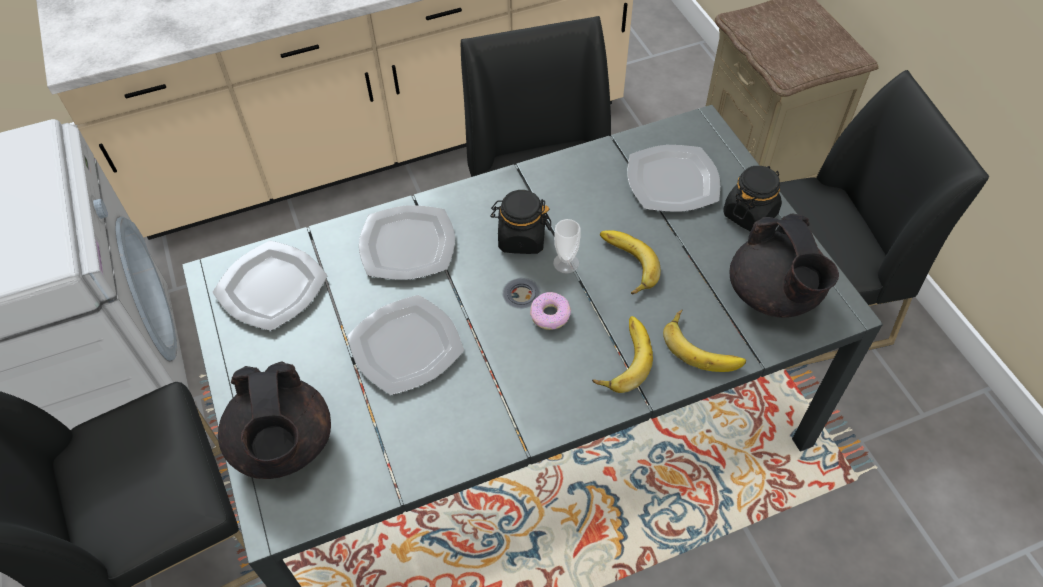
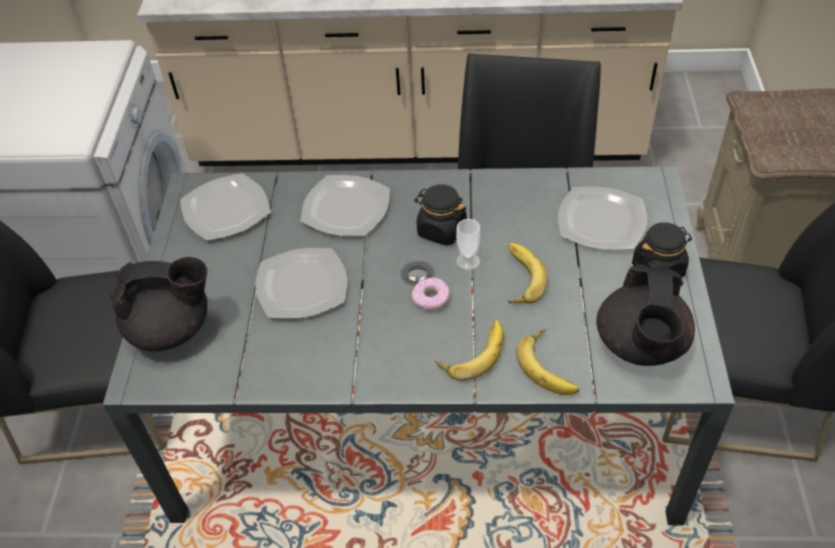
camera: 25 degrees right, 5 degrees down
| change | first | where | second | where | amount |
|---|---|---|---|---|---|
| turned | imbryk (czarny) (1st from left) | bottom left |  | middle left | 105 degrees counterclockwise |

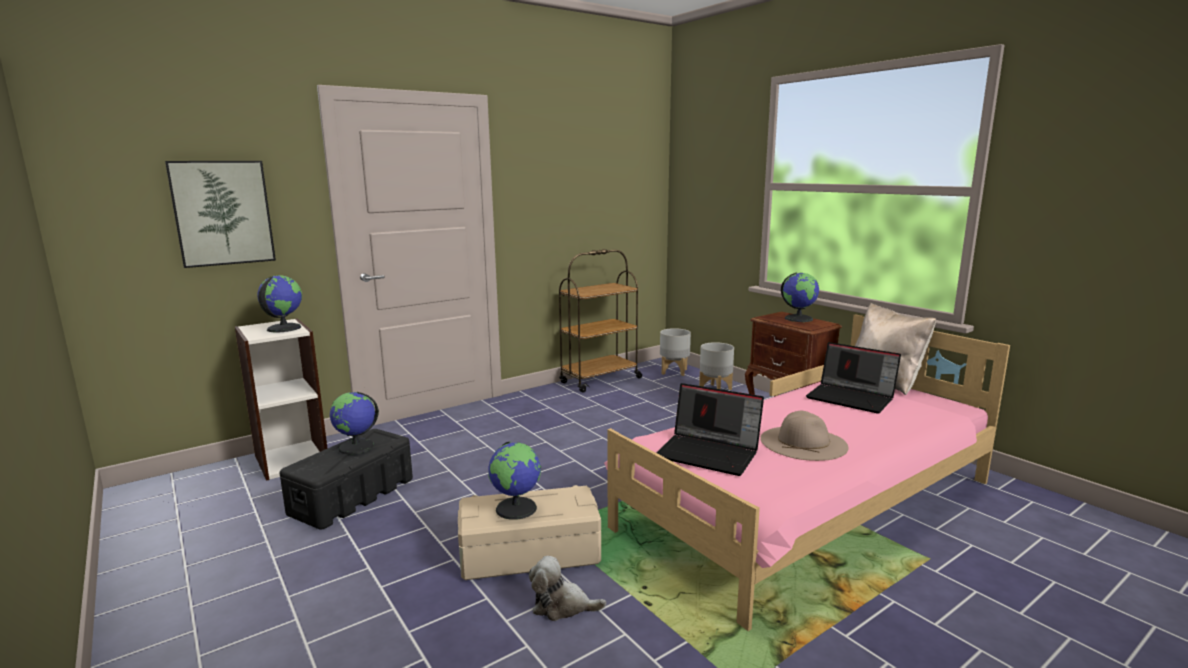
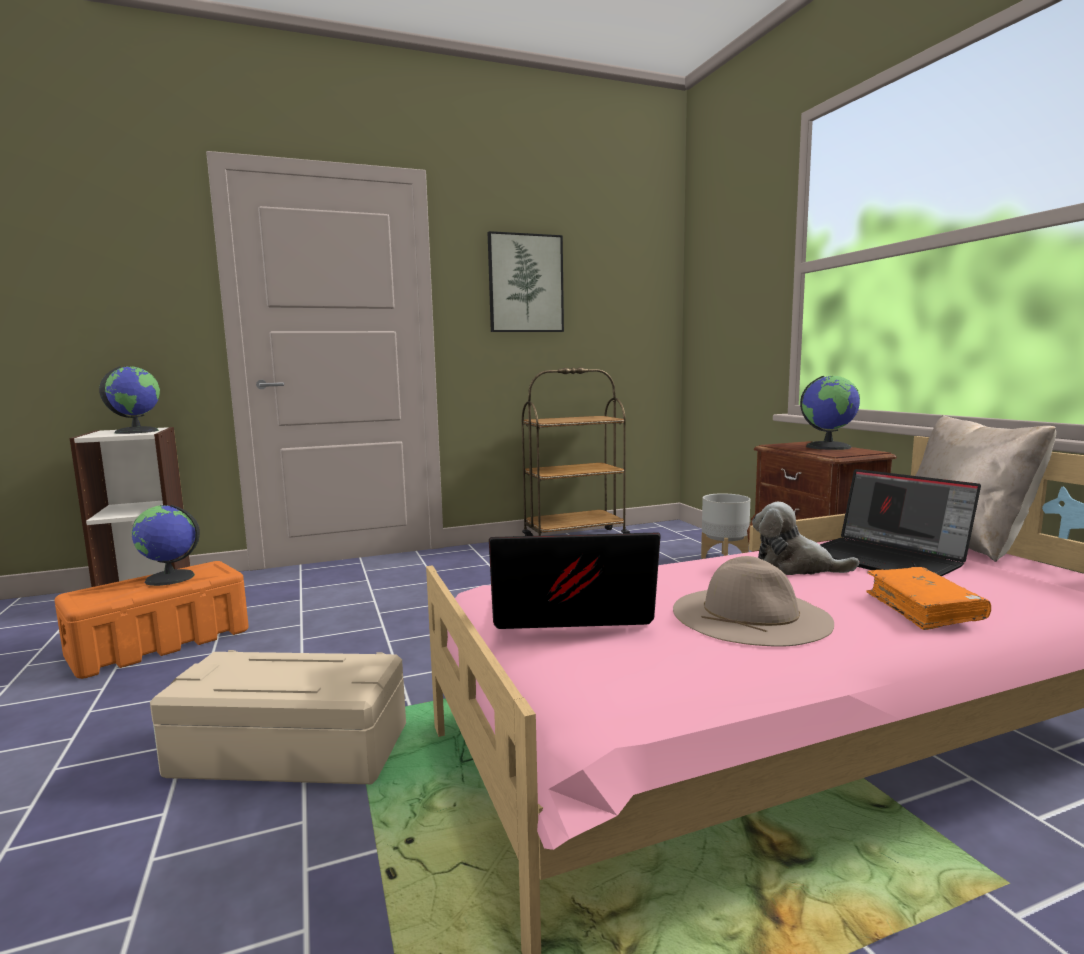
camera: 15 degrees right, 5 degrees down
| change | first | where | second | where | amount |
|---|---|---|---|---|---|
| removed | globus (3rd from left) | bottom centre |  |  |  |
| removed | donica (szary) (1st from left) | centre |  |  |  |
| added |  |  | książka (pomarańczowy) | middle right |  |
| moved | obraz | top left |  | top centre |  |
| moved | pluszak | bottom centre |  | middle right |  |
| recoloured | pojemnik do przechowywania (czarny) | bottom left | pojemnik do przechowywania (pomarańczowy) | middle left |  |
| turned | laptop (1st from left) | centre |  | centre | 135 degrees clockwise |

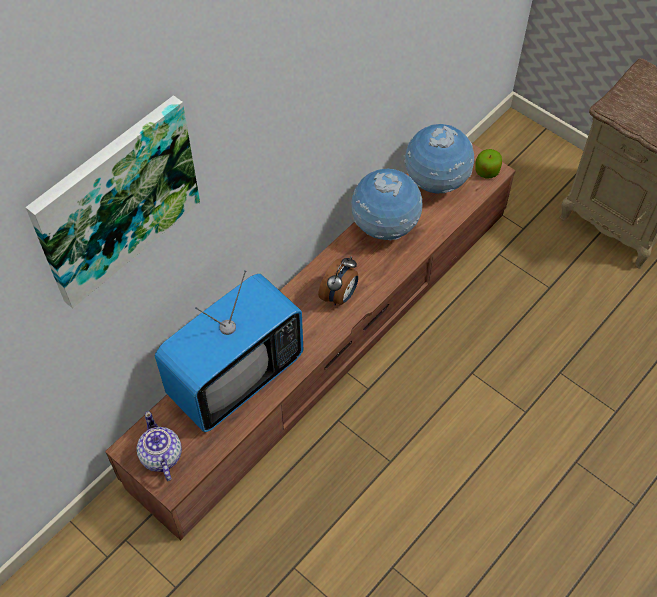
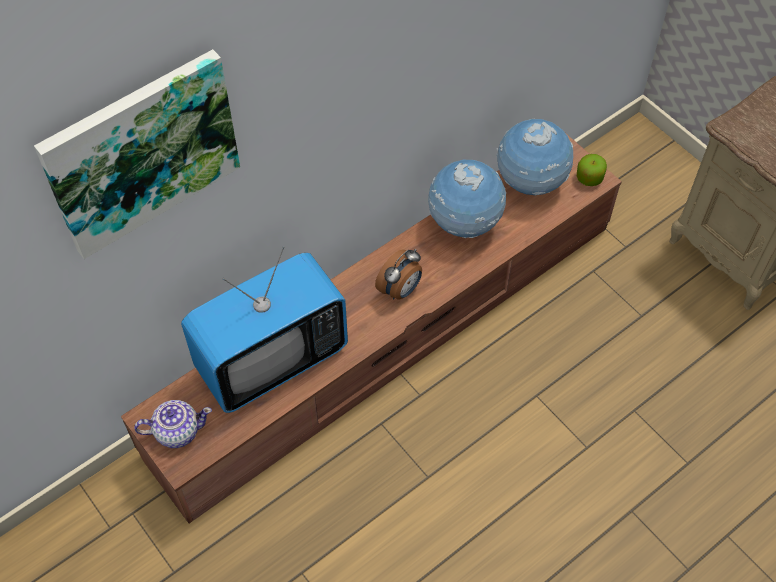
camera: 10 degrees right, 0 degrees up
| change | first | where | second | where | amount |
|---|---|---|---|---|---|
| turned | imbryk | bottom left |  | bottom left | 90 degrees clockwise |

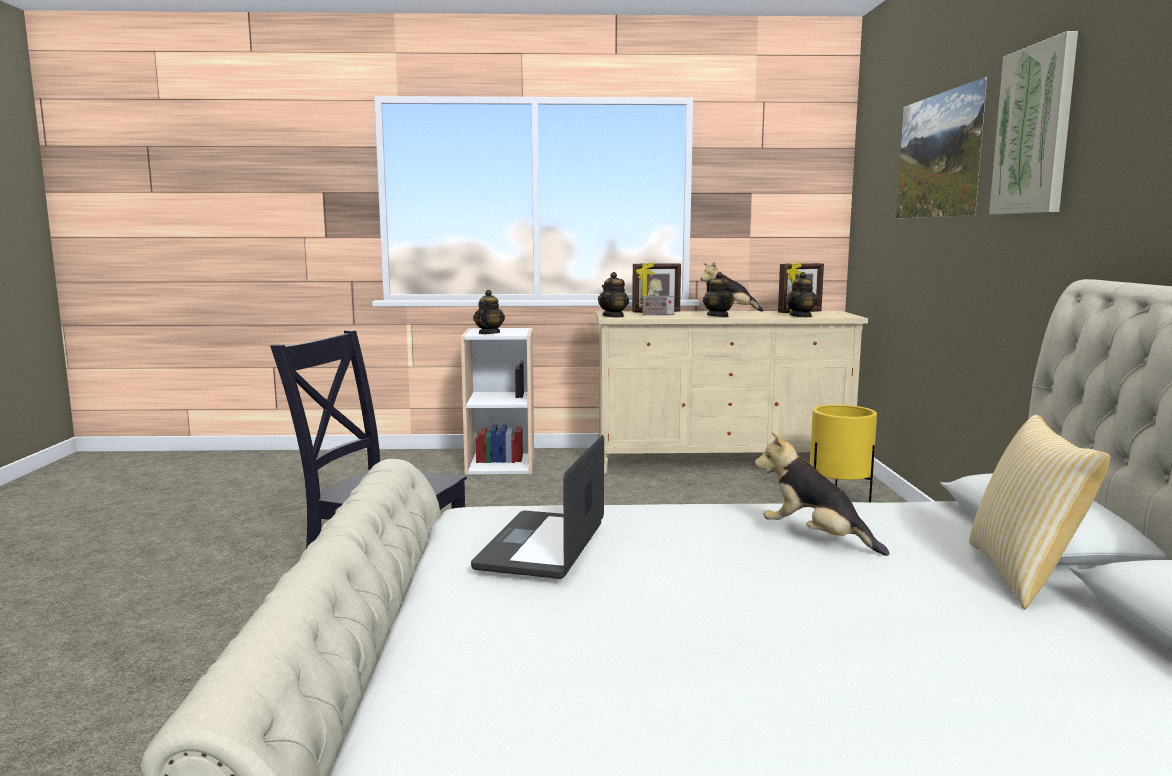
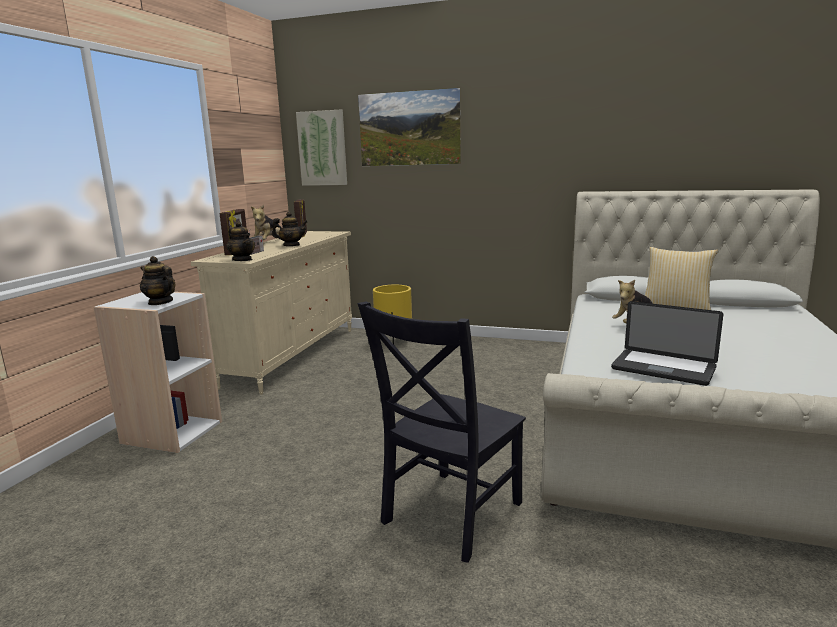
camera: 70 degrees left, 5 degrees up
| change | first | where | second | where | amount |
|---|---|---|---|---|---|
| removed | imbryk (4th from left) | middle right |  |  |  |
| moved | obraz (2nd from left in the first image) | top right | obraz (1st from left) | top centre |  |

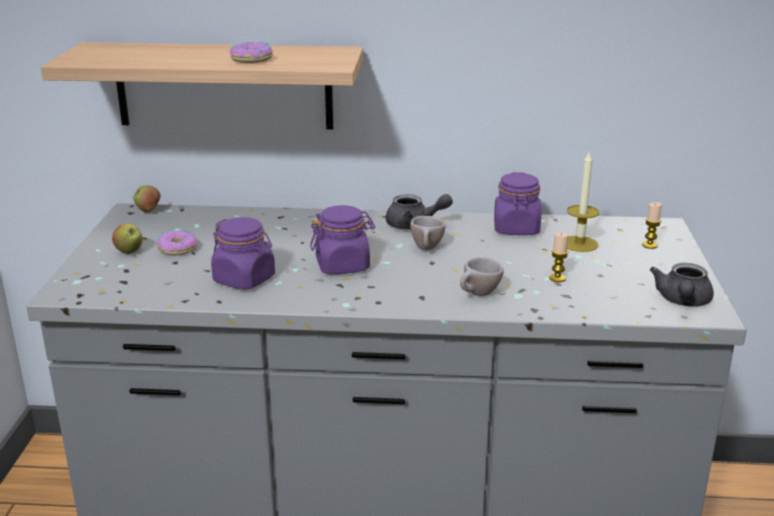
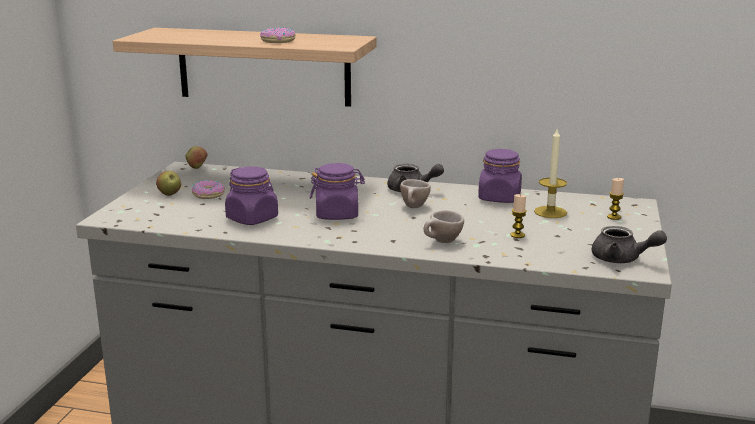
camera: 10 degrees right, 5 degrees down
| change | first | where | second | where | amount |
|---|---|---|---|---|---|
| turned | imbryk (szary) (2nd from left) | middle right |  | middle right | 90 degrees counterclockwise |

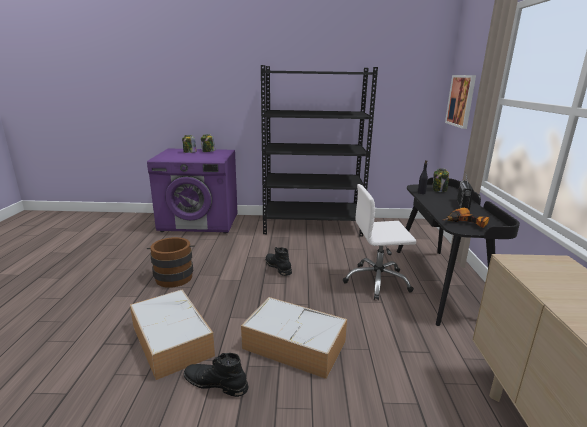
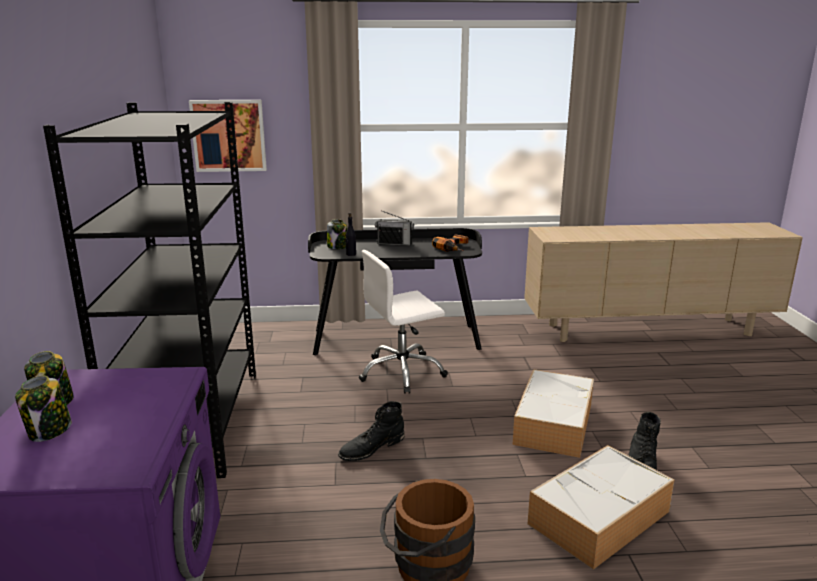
camera: 95 degrees left, 0 degrees up
| change | first | where | second | where | amount |
|---|---|---|---|---|---|
| turned | krzesło biurowe (biały) | centre |  | centre | 75 degrees clockwise |

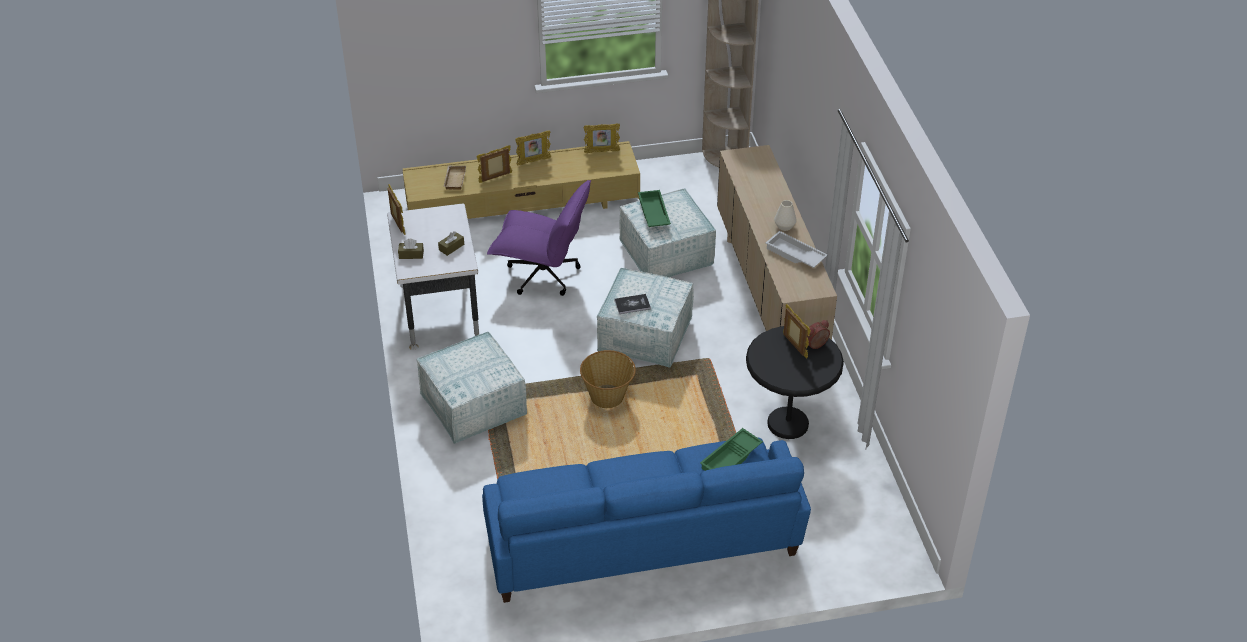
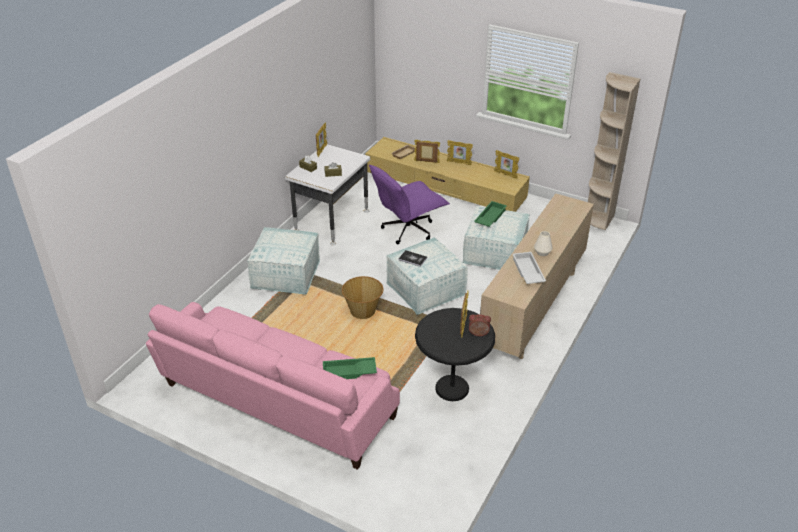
camera: 40 degrees right, 5 degrees down
| change | first | where | second | where | amount |
|---|---|---|---|---|---|
| recoloured | kanapa (niebieski) | bottom centre | kanapa (różowy) | bottom centre |  |
| turned | krzesło biurowe (fioletowy) | centre |  | centre | 90 degrees clockwise |

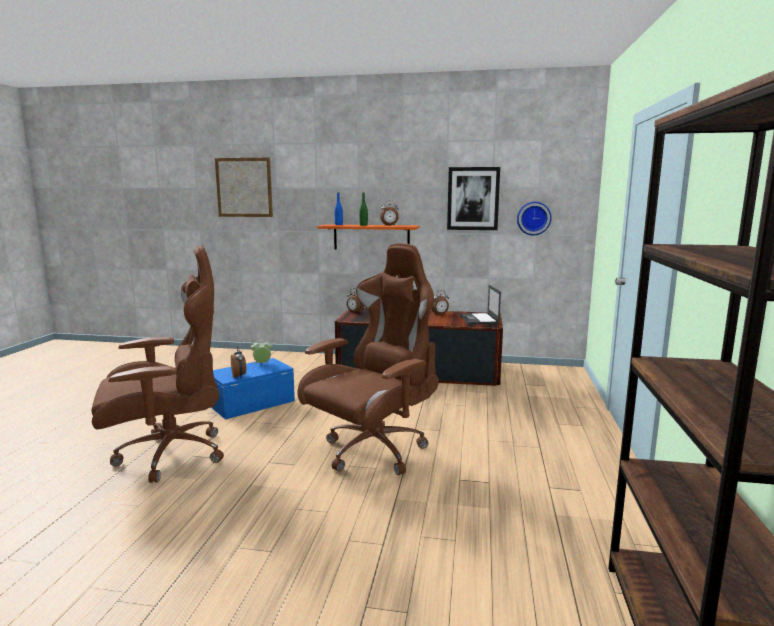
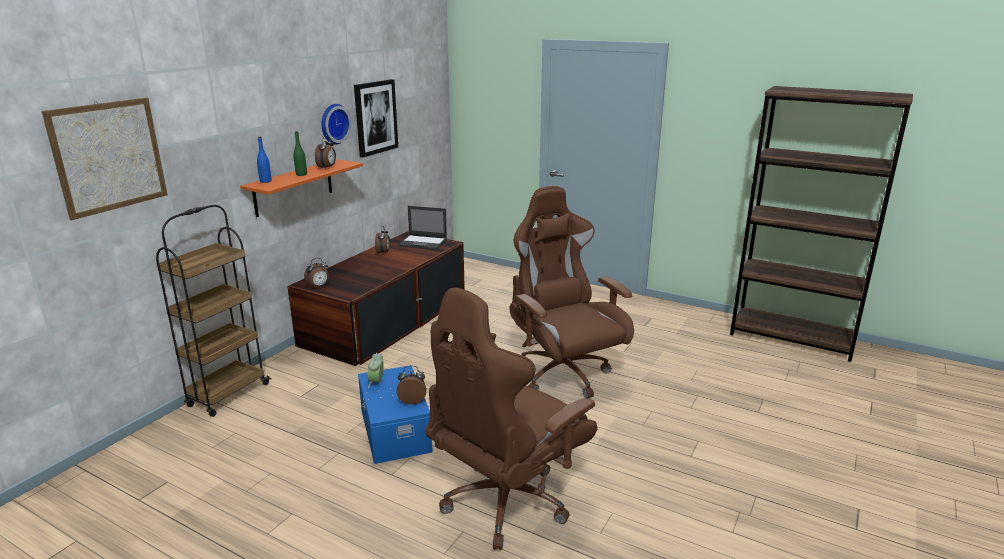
camera: 70 degrees left, 10 degrees up
| change | first | where | second | where | amount |
|---|---|---|---|---|---|
| added |  |  | wózek (brązowy) | middle left |  |
| moved | zegar ścienny | middle right |  | top centre |  |
| turned | krzesło biurowe (brązowy) (1st from left) | middle left |  | bottom centre | 135 degrees counterclockwise |

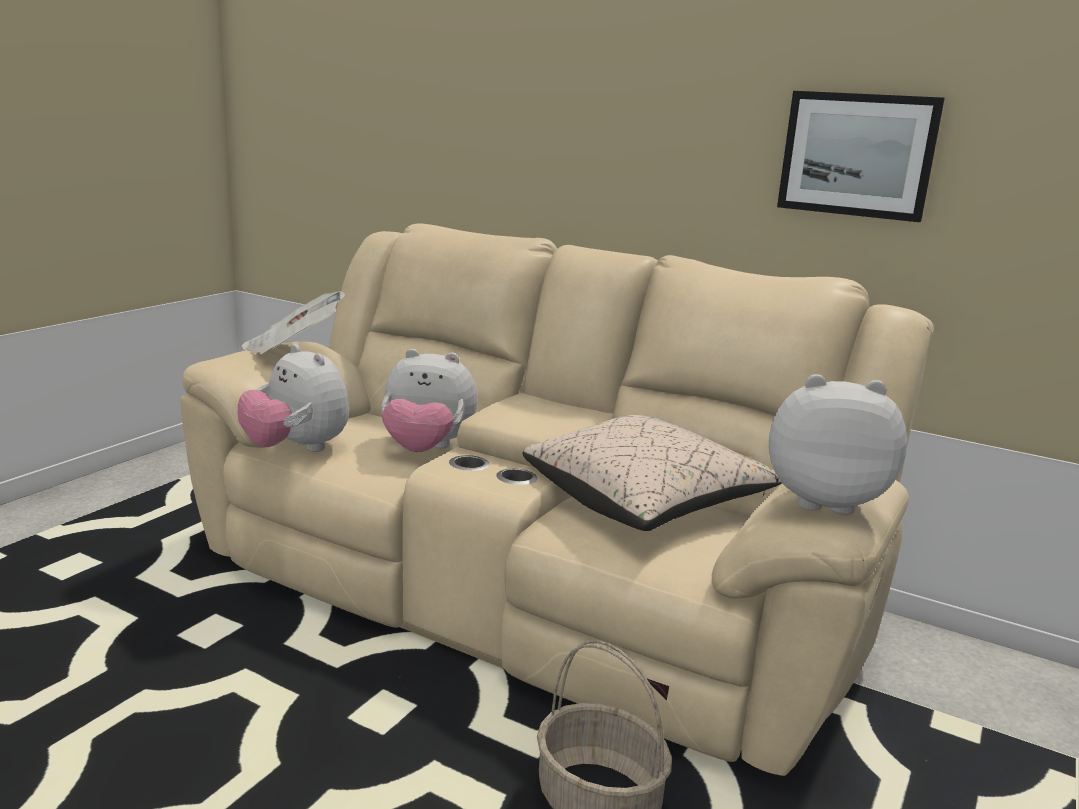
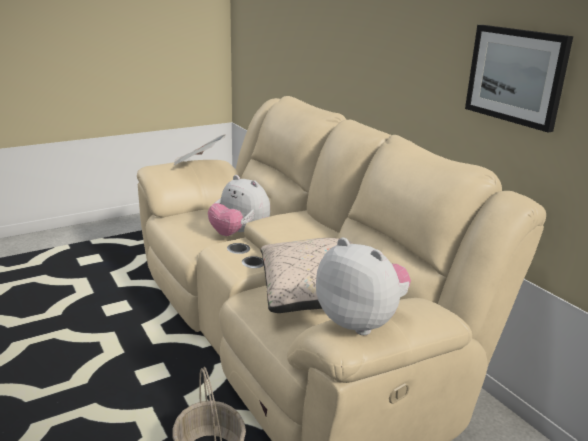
camera: 30 degrees right, 5 degrees up
| change | first | where | second | where | amount |
|---|---|---|---|---|---|
| removed | pluszak (1st from left) | middle left |  |  |  |

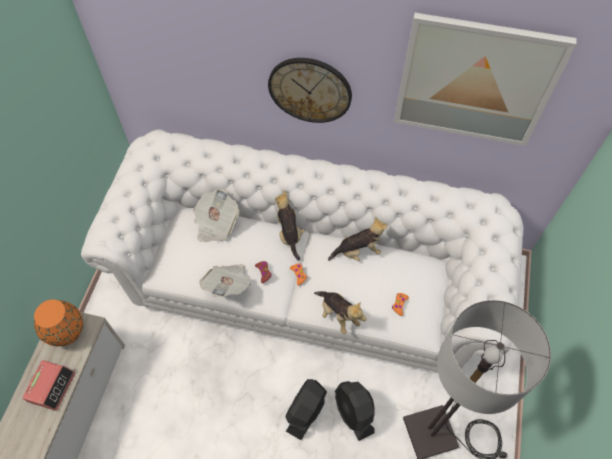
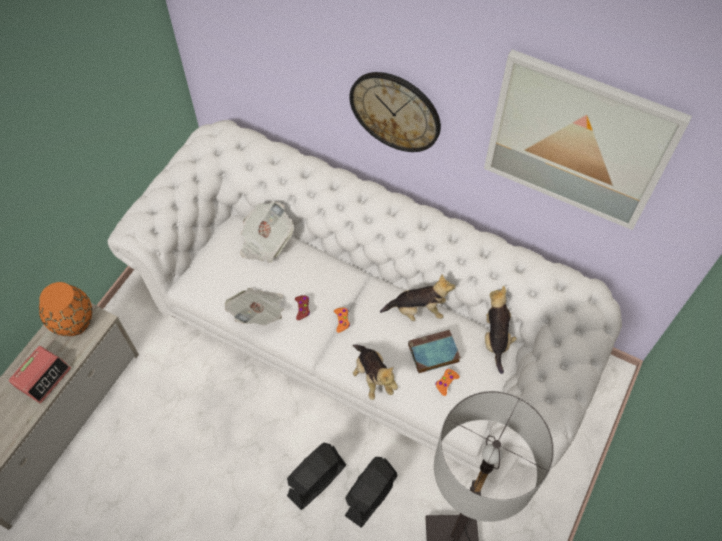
camera: 15 degrees right, 0 degrees up
| change | first | where | second | where | amount |
|---|---|---|---|---|---|
| added |  |  | książka | centre |  |
| moved | pluszak (1st from left in the first image) | centre | pluszak (3rd from left) | middle right |  |
| turned | wentylator (czarny) (2nd from left) | bottom centre |  | bottom centre | 45 degrees clockwise |

